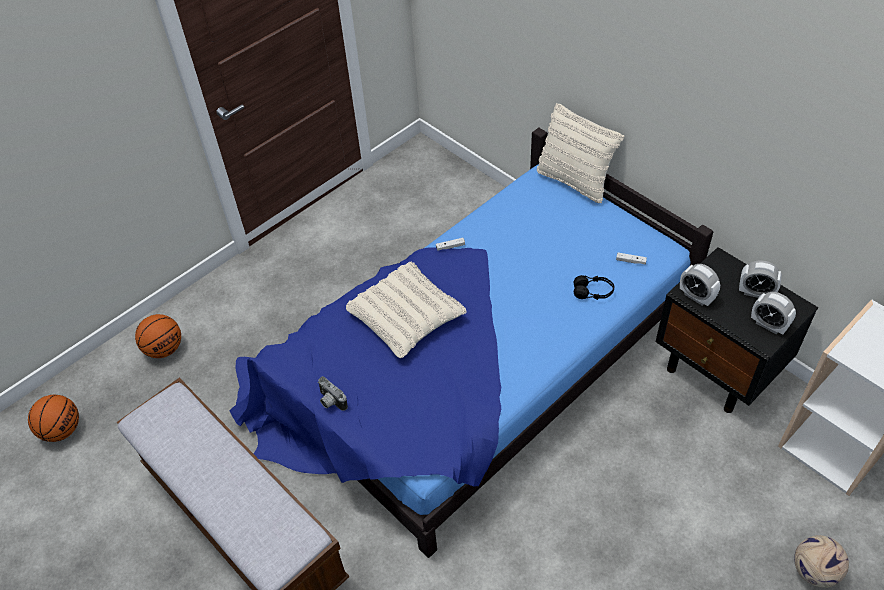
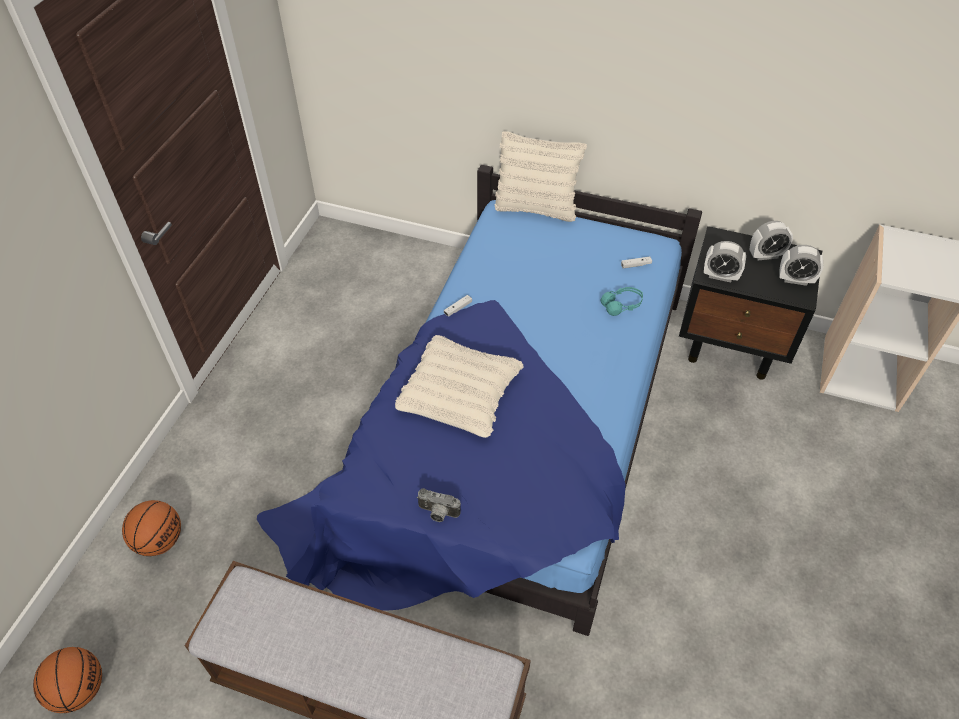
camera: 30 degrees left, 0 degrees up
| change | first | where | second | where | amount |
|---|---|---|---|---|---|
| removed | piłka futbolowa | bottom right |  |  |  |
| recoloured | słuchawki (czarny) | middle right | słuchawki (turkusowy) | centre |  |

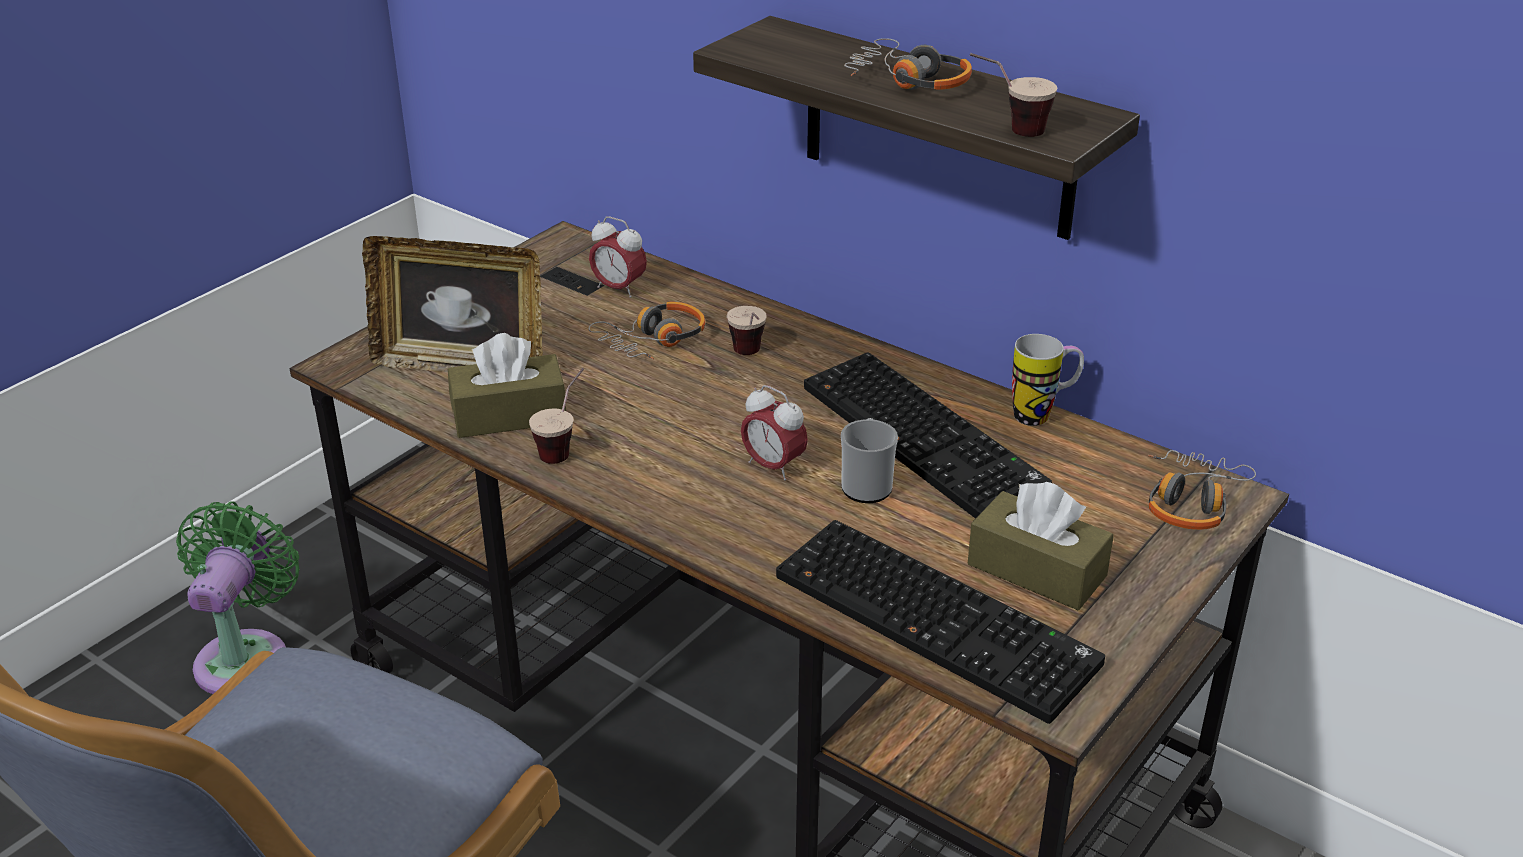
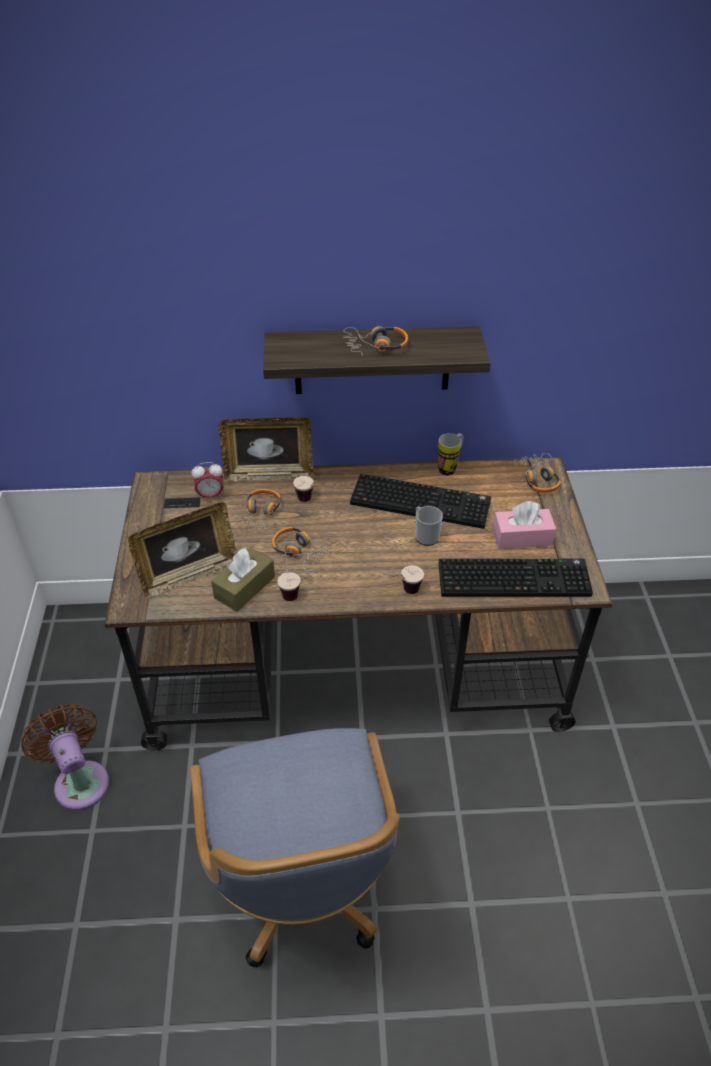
camera: 40 degrees left, 10 degrees up
| change | first | where | second | where | amount |
|---|---|---|---|---|---|
| removed | budzik (2nd from left) | centre |  |  |  |
| added |  |  | ramka na zdjęcie (2nd from left) | centre |  |
| added |  |  | słuchawki (2nd from left) | centre |  |
| moved | filiżanka (3rd from left) | top centre |  | centre |  |
| recoloured | wentylator (zielony) | bottom left | wentylator (brązowy) | bottom left |  |
| recoloured | pudełko chusteczek (brązowy) (2nd from left) | middle right | pudełko chusteczek (różowy) | middle right |  |

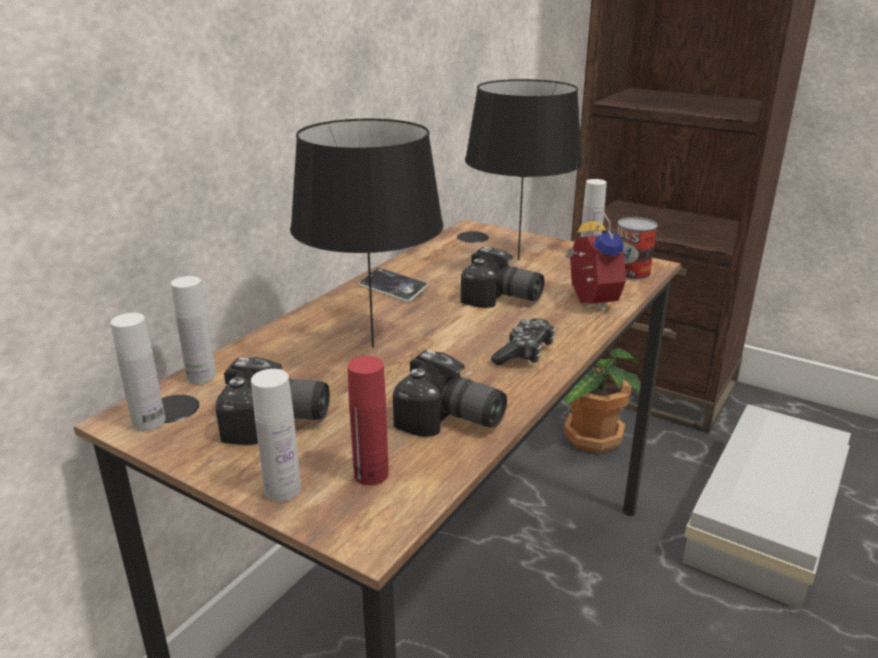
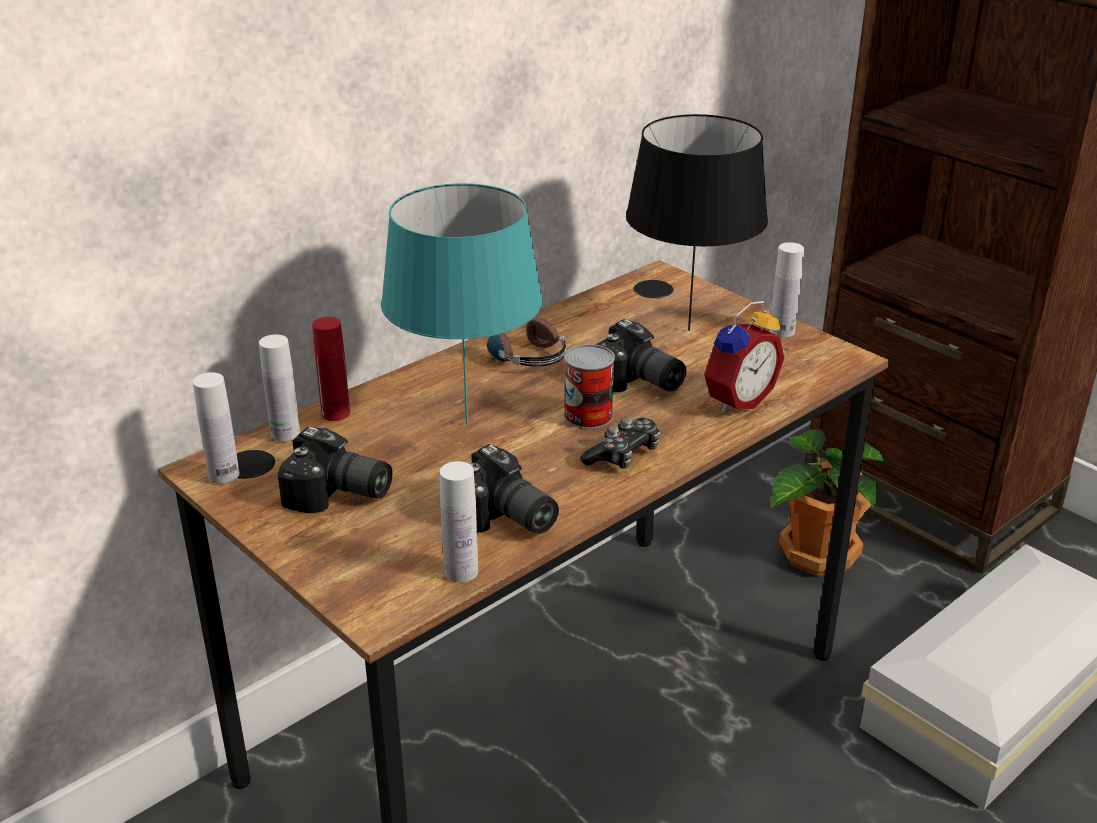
camera: 15 degrees right, 5 degrees up
| change | first | where | second | where | amount |
|---|---|---|---|---|---|
| moved | butelka (biały) (3rd from left) | middle left |  | centre |  |
| moved | butelka (czerwony) | centre |  | middle left |  |
| moved | puszka | middle right |  | centre |  |
| replaced | telefon | centre | słuchawki | centre |  |
| recoloured | lampa stołowa (czarny) (1st from left) | centre | lampa stołowa (turkusowy) | centre |  |
| turned | budzik | middle right |  | middle right | 45 degrees clockwise |

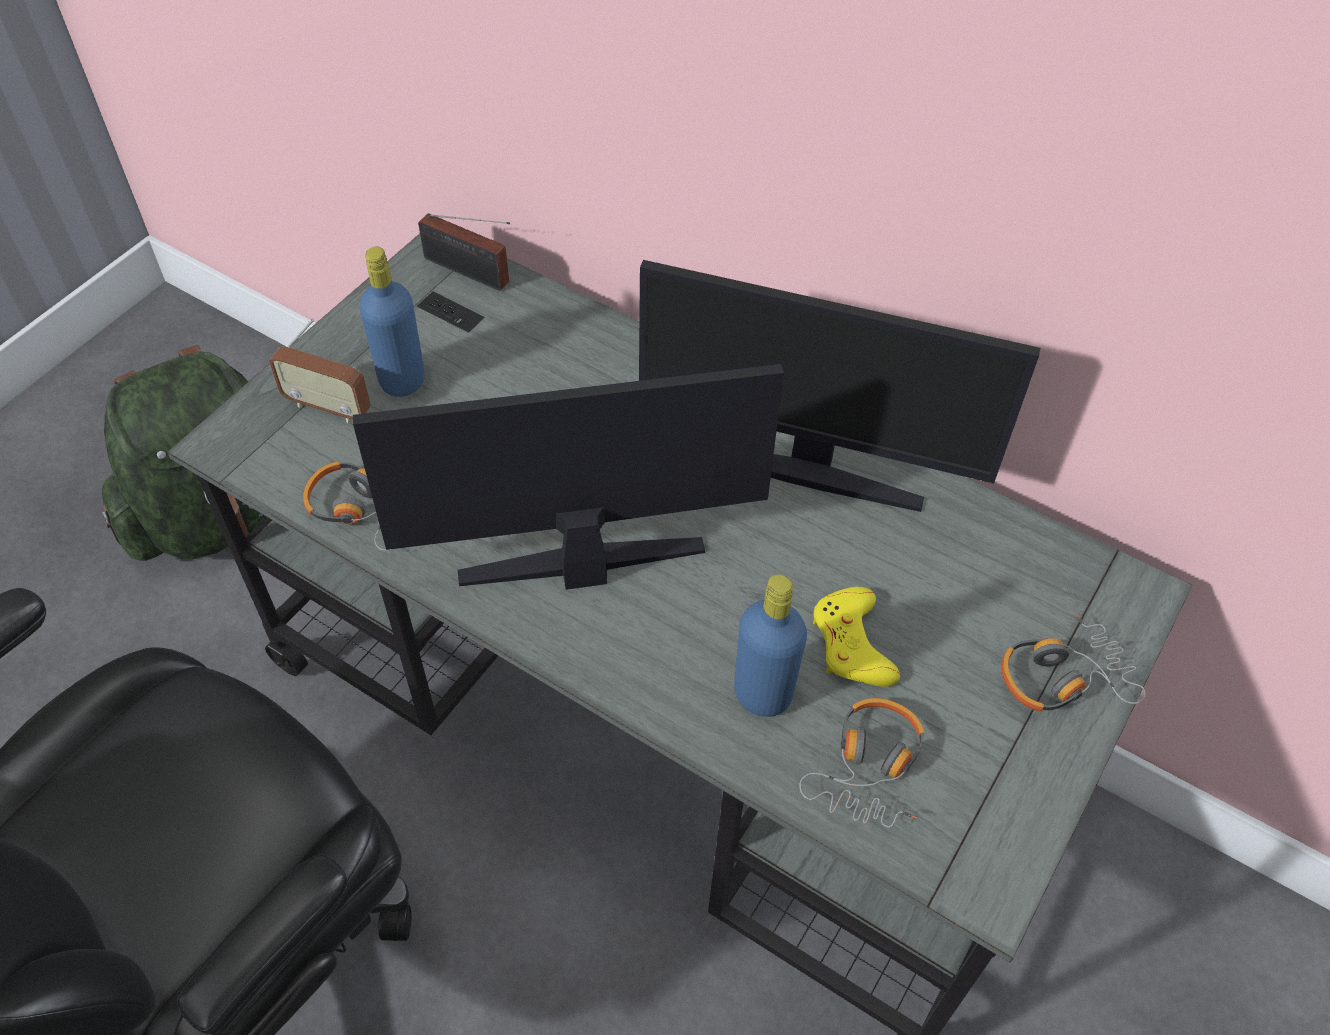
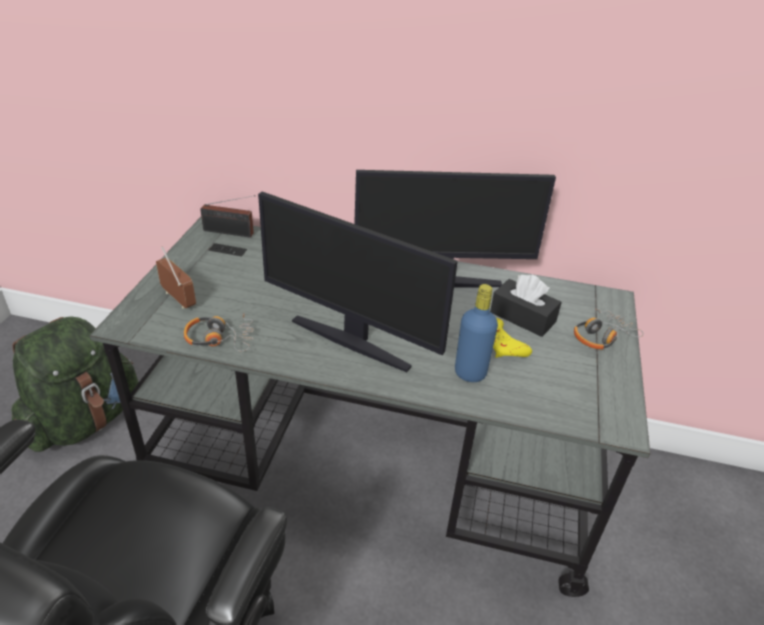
camera: 20 degrees left, 15 degrees down
| change | first | where | second | where | amount |
|---|---|---|---|---|---|
| removed | butelka (niebieski) (1st from left) | top left |  |  |  |
| removed | słuchawki (2nd from left) | bottom centre |  |  |  |
| added |  |  | pudełko chusteczek (czarny) | middle right |  |
| turned | radio (1st from left) | middle left |  | middle left | 135 degrees counterclockwise |
| turned | monitor (1st from left) | centre |  | centre | 120 degrees counterclockwise |

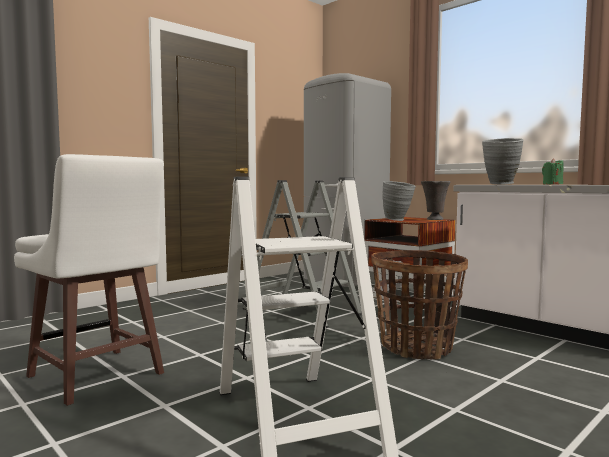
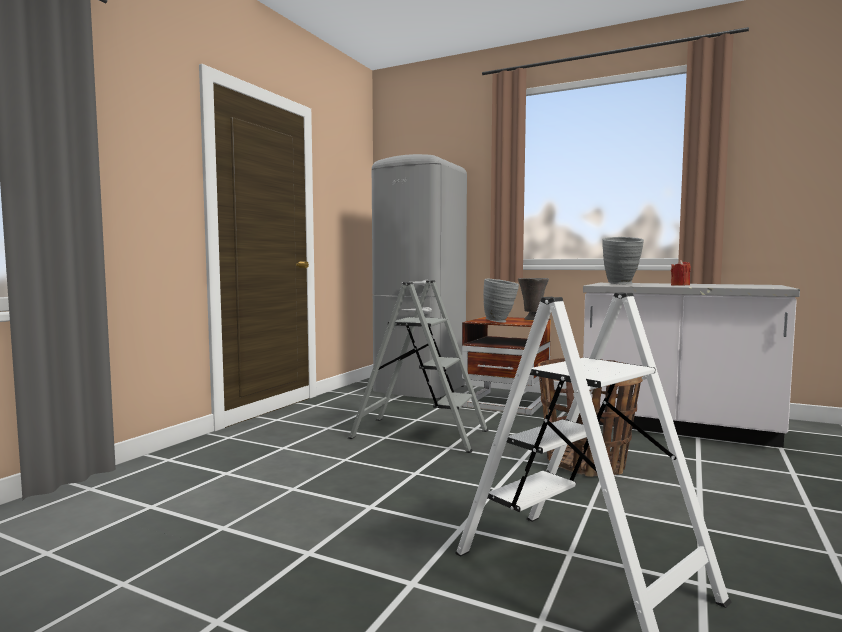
camera: 20 degrees left, 0 degrees up
| change | first | where | second | where | amount |
|---|---|---|---|---|---|
| removed | stołek (biały) | middle left |  |  |  |
| recoloured | świeca (zielony) | middle right | świeca (czerwony) | middle right |  |

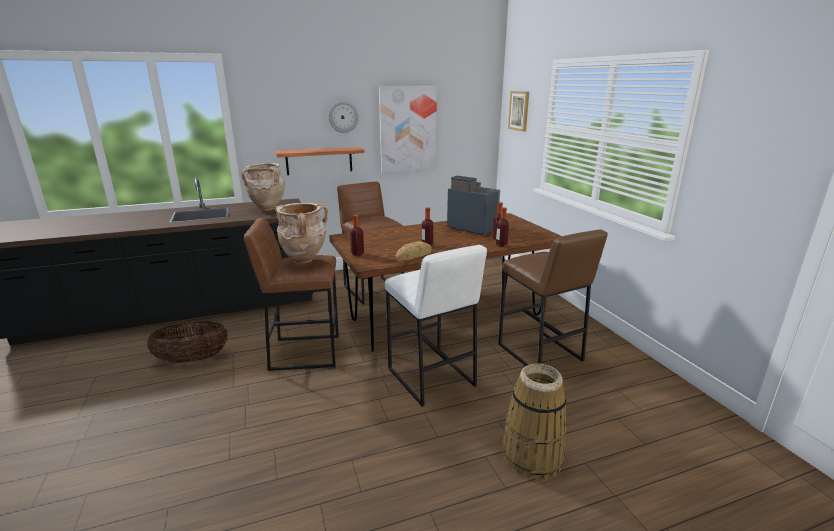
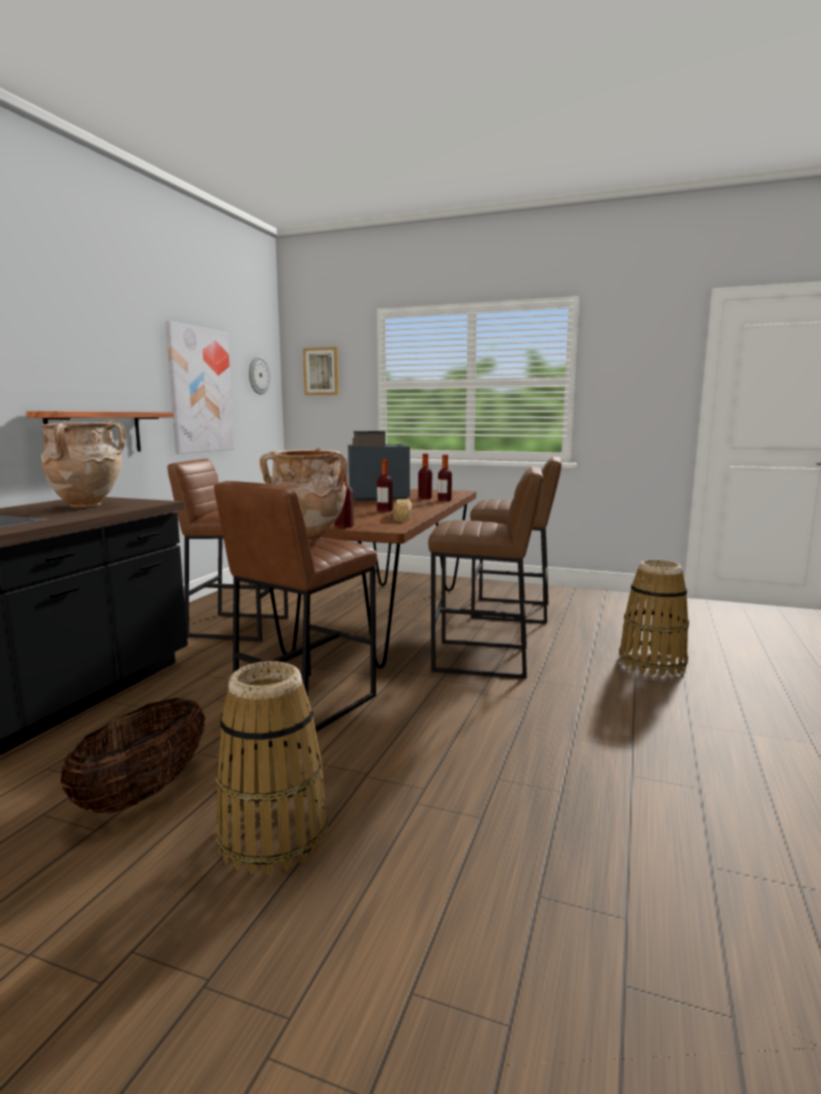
camera: 50 degrees left, 10 degrees down
| change | first | where | second | where | amount |
|---|---|---|---|---|---|
| added |  |  | koszyk (2nd from left) | bottom left |  |
| moved | zegar ścienny | top centre |  | middle left |  |
| recoloured | stołek (biały) | centre | stołek (brązowy) (3rd from left) | centre |  |

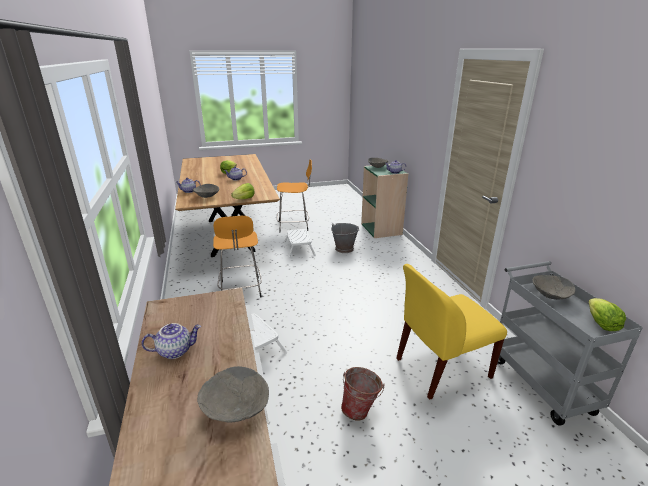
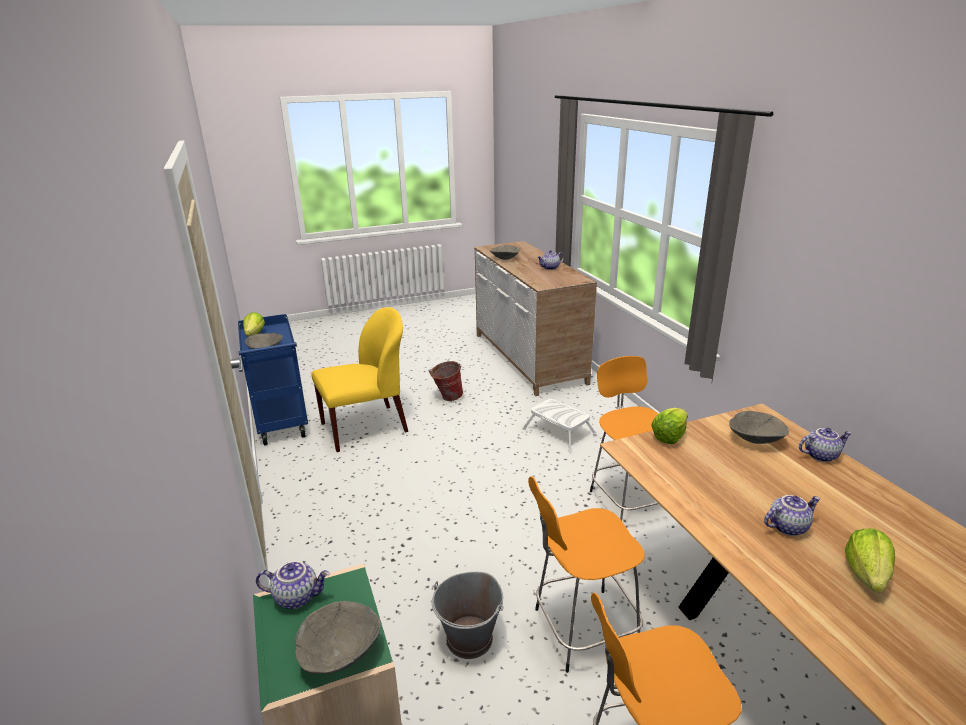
camera: 175 degrees right, 0 degrees up
| change | first | where | second | where | amount |
|---|---|---|---|---|---|
| replaced | drabinka (biały) (2nd from left) | centre | stołek (pomarańczowy) (1st from left) | bottom centre |  |
| recoloured | wózek (szary) | bottom right | wózek (niebieski) | middle left |  |

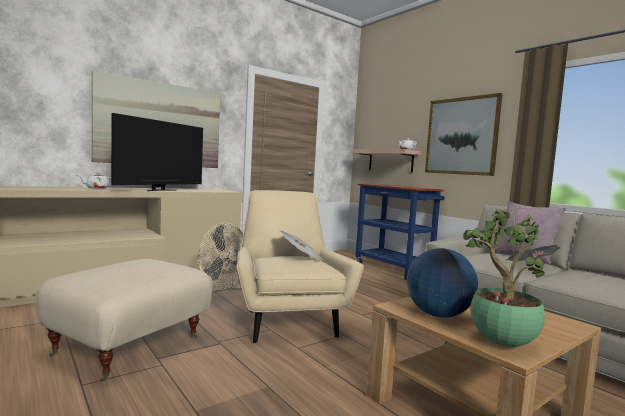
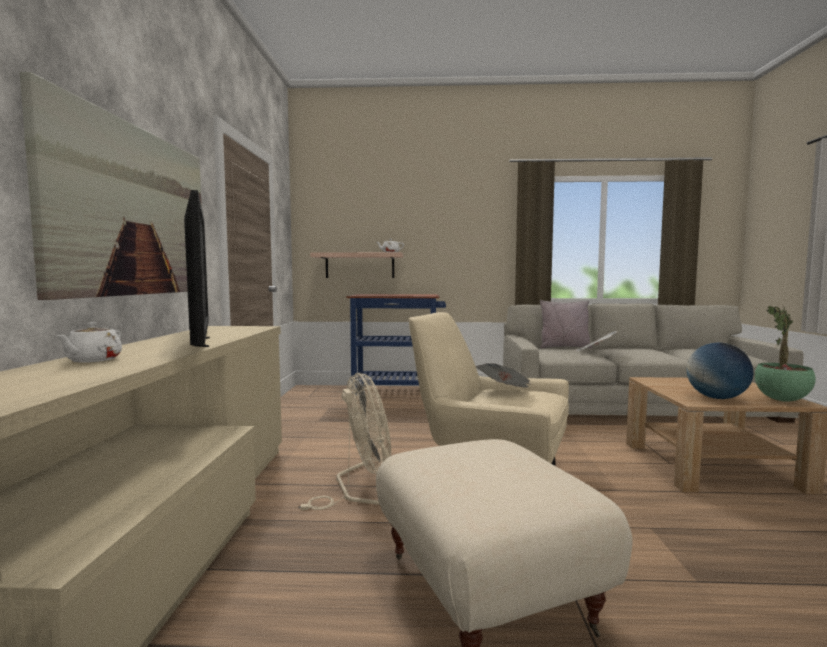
camera: 50 degrees left, 0 degrees up
| change | first | where | second | where | amount |
|---|---|---|---|---|---|
| removed | obraz (2nd from left) | top right |  |  |  |

